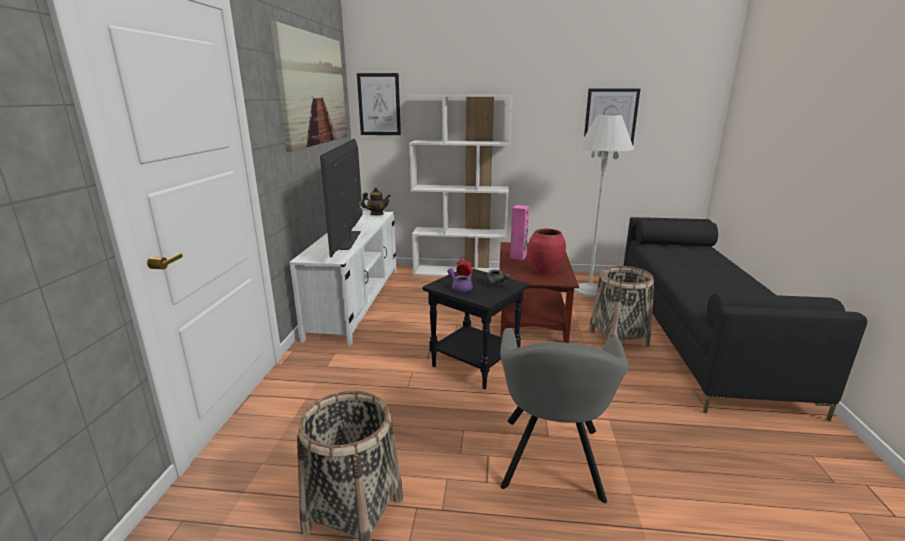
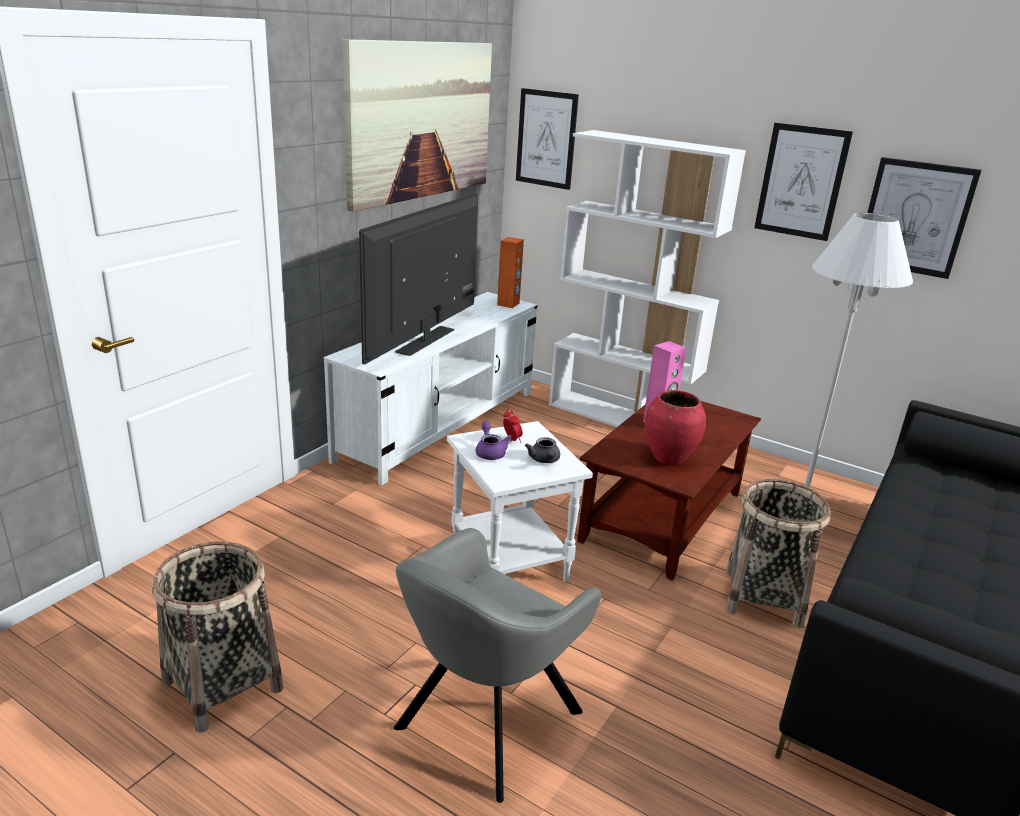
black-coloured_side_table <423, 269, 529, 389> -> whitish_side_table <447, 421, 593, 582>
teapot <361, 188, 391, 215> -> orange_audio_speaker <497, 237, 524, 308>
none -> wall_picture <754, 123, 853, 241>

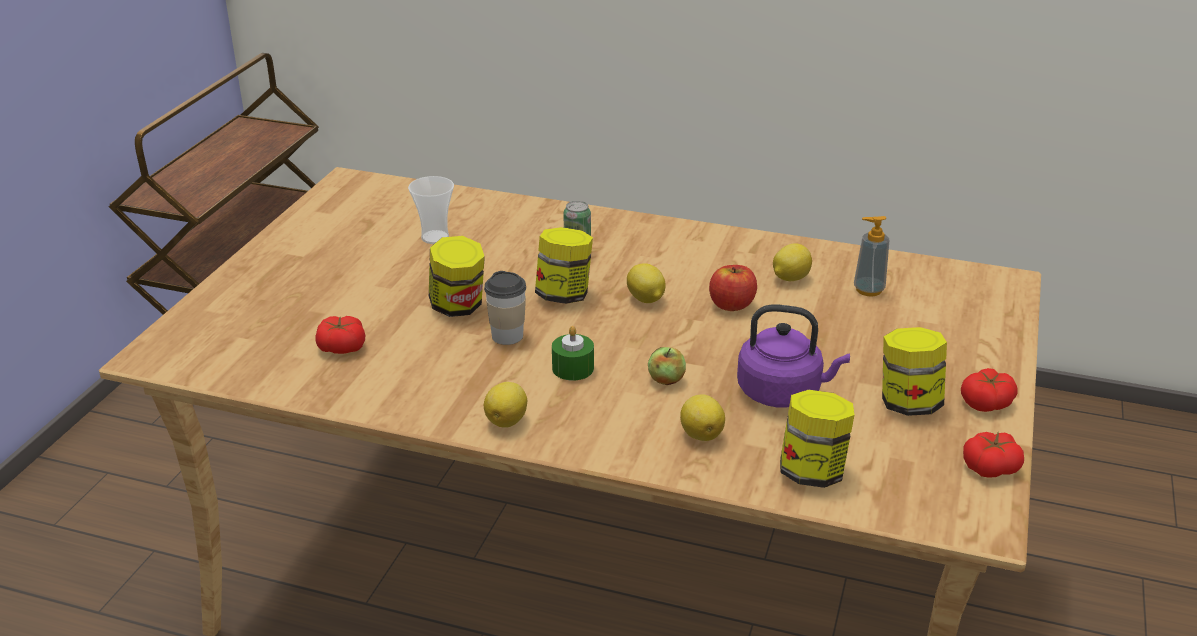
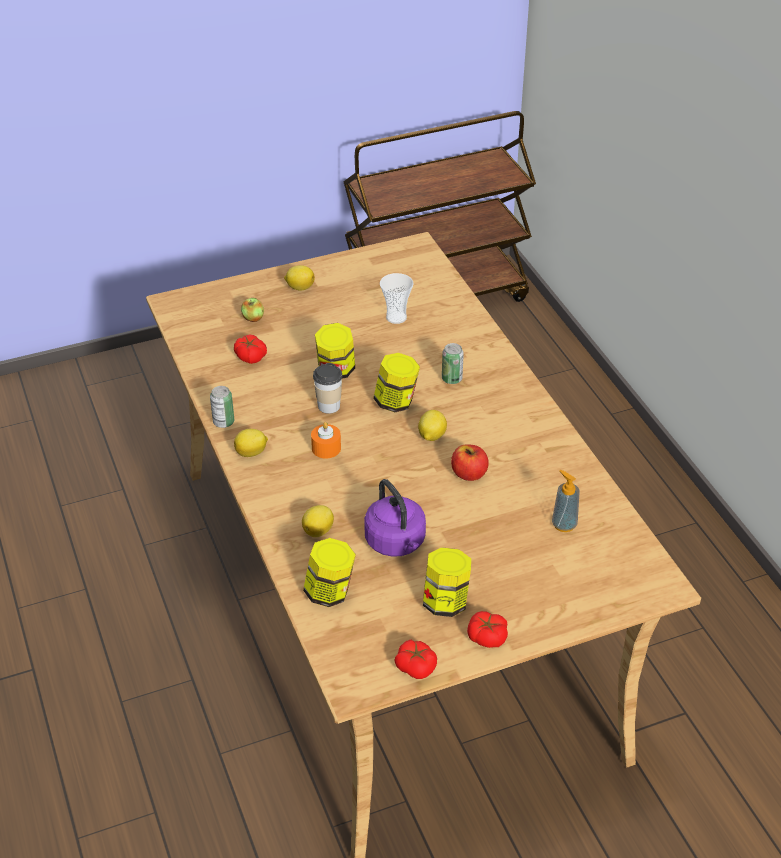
none -> metal_can <210, 386, 234, 428>
apple_fruit <648, 347, 686, 385> -> apple_fruit <241, 298, 264, 322>, shifted
whole_lemon <773, 243, 812, 281> -> whole_lemon <284, 265, 315, 291>, shifted
green_wax_candle <552, 326, 594, 381> -> orange_wax_candle <311, 422, 341, 459>

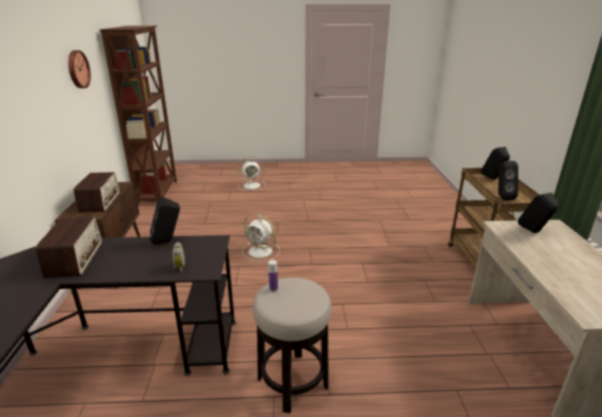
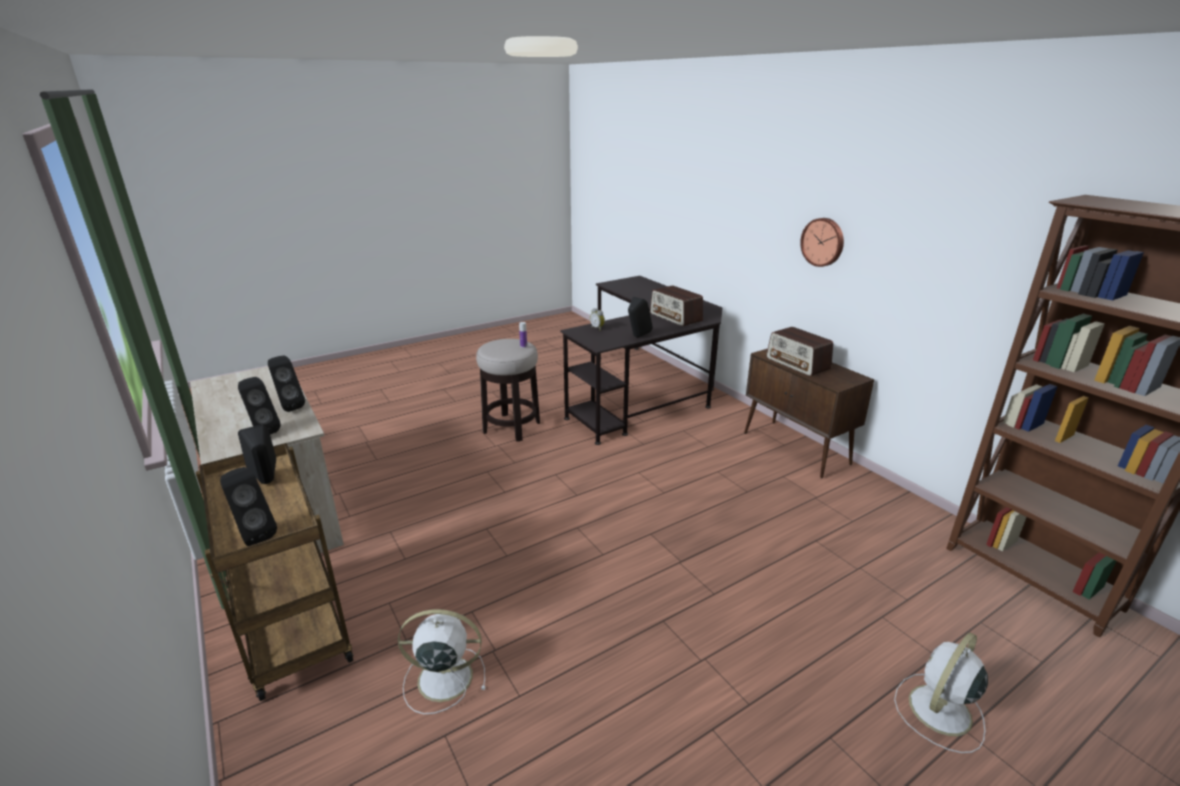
none -> black-coloured_audio_speaker <268, 355, 305, 412>
whitish_electric_fan <242, 214, 280, 262> -> whitish_electric_fan <398, 609, 485, 714>, shifted
clock_on_the_wall <68, 50, 91, 88> -> clock_on_the_wall <800, 218, 844, 267>, shifted

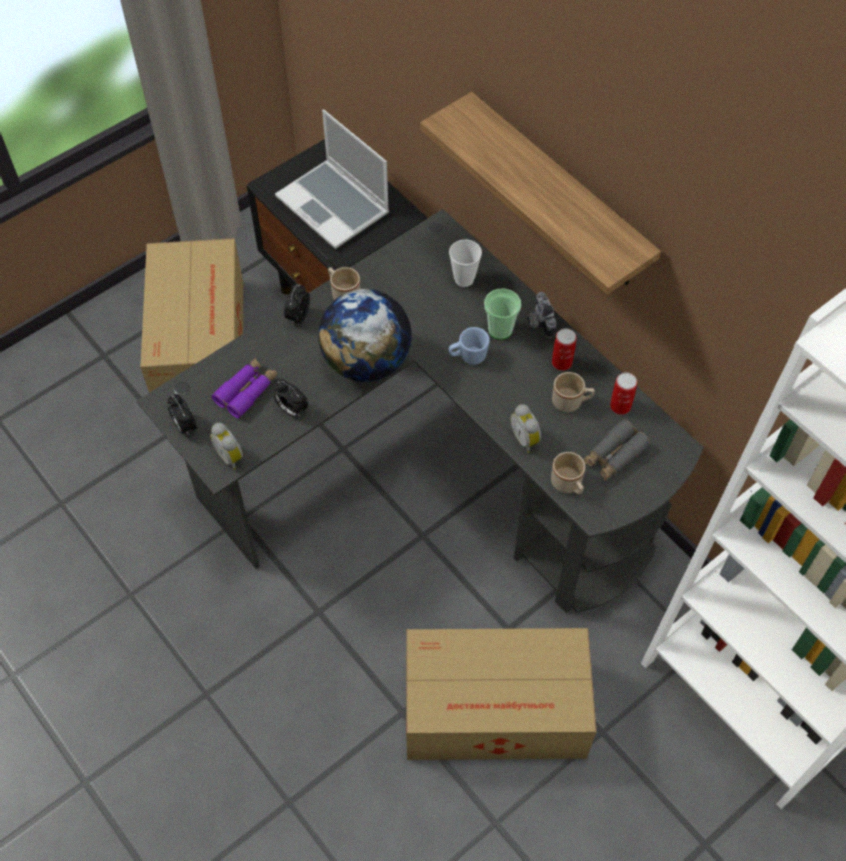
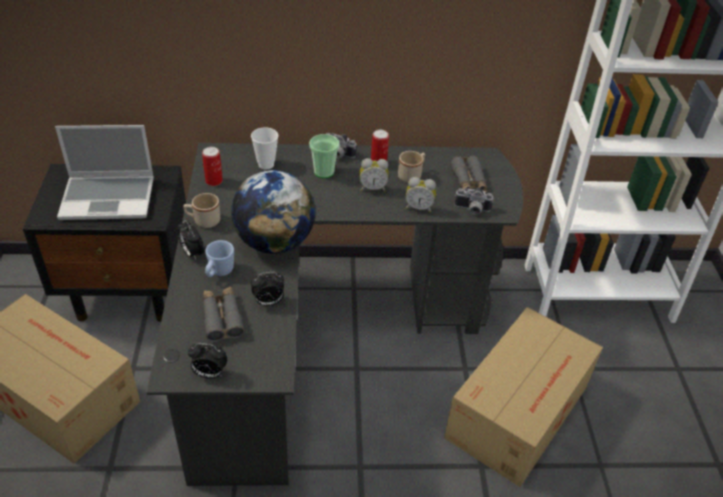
metal_can <610, 373, 637, 415> -> metal_can <202, 147, 223, 186>, shifted
purple_pair_of_binoculars <212, 358, 278, 418> -> gray_pair_of_binoculars <203, 286, 245, 342>
blue-coloured_tea_mug <449, 327, 490, 365> -> blue-coloured_tea_mug <205, 240, 234, 277>, shifted
bedside_clock <210, 423, 243, 470> -> bedside_clock <359, 158, 389, 192>, shifted
beige-coloured_tea_mug <551, 452, 585, 494> -> photo_camera <454, 188, 494, 215>
wall_shelf <420, 92, 661, 295> -> none

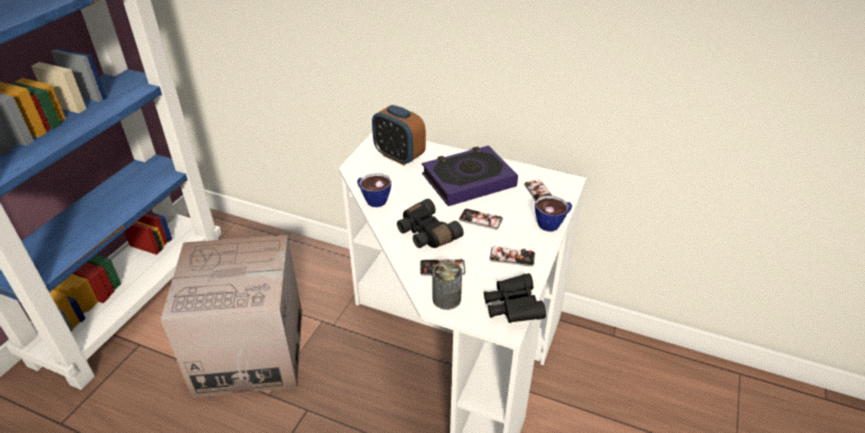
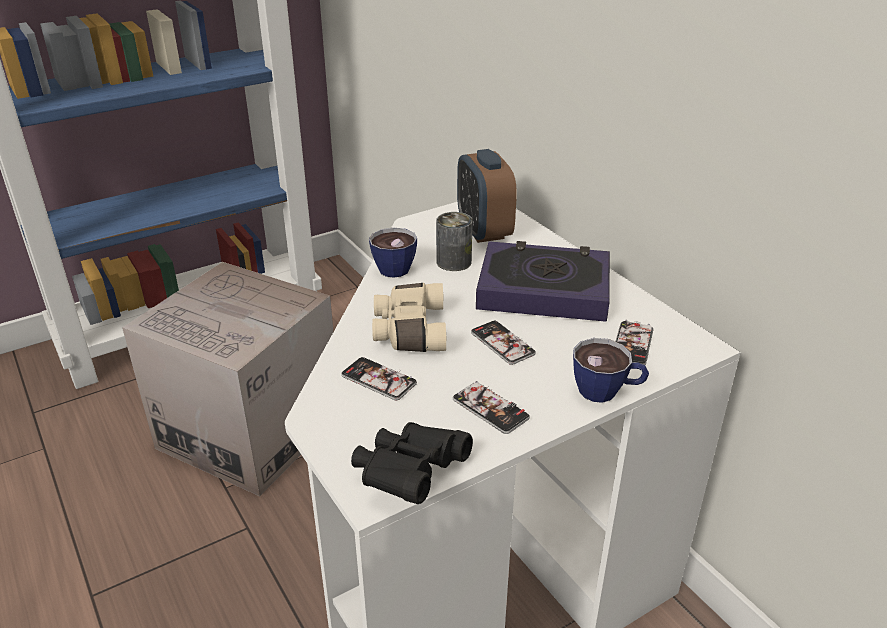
black-coloured_pair_of_binoculars <397, 199, 464, 248> -> beige-coloured_pair_of_binoculars <372, 283, 447, 352>
metal_can <433, 262, 462, 310> -> metal_can <436, 212, 473, 271>, shifted

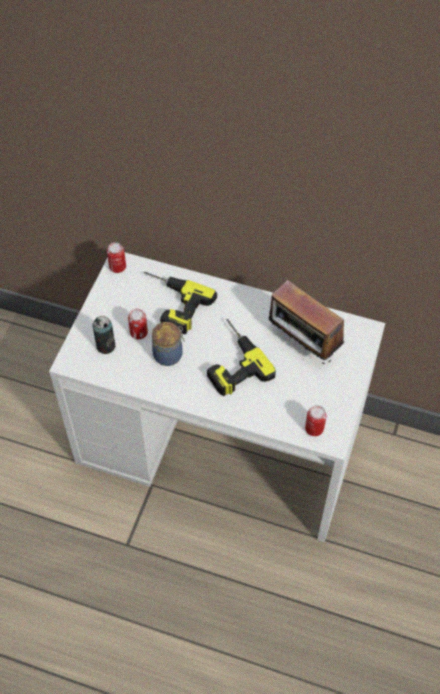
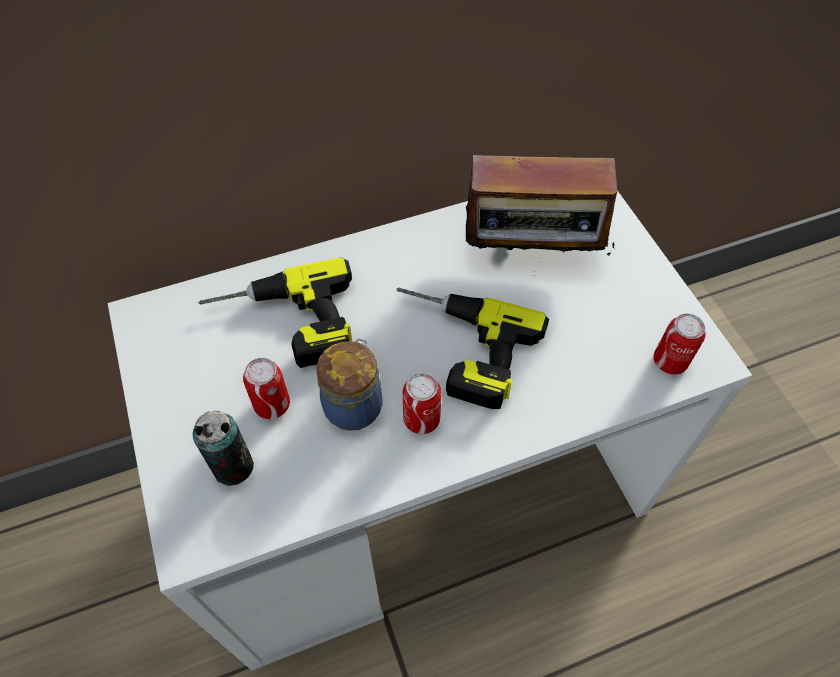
metal_can <107, 242, 126, 273> -> metal_can <403, 373, 441, 434>, shifted

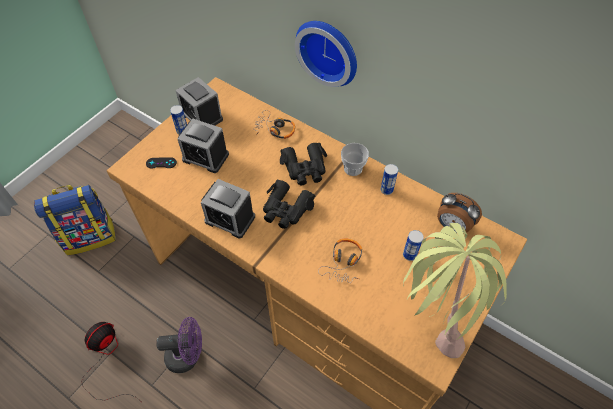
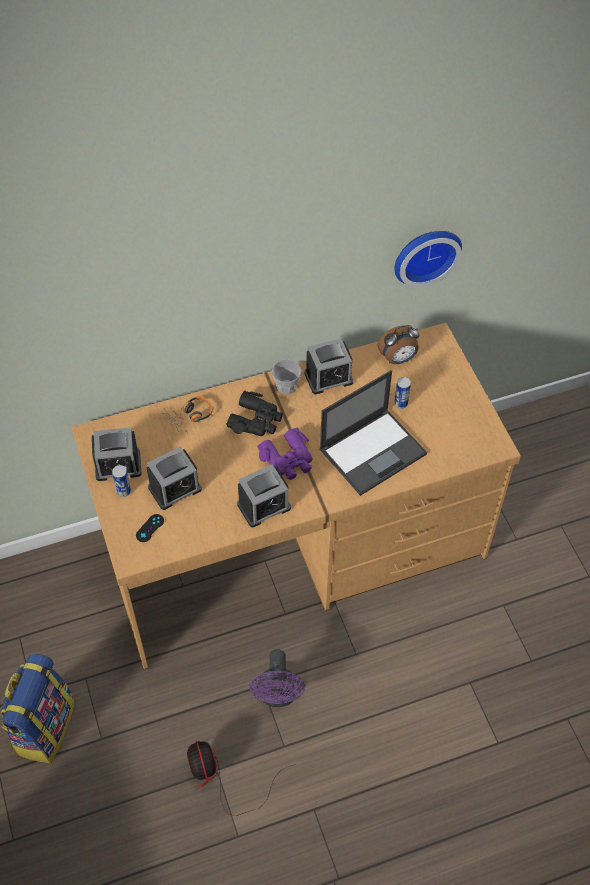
purple_electric_fan <156, 317, 202, 373> -> purple_electric_fan <250, 649, 305, 707>, 150 degrees clockwise
black-coloured_pair_of_binoculars <263, 180, 315, 229> -> purple_pair_of_binoculars <257, 428, 313, 480>
metal_can <381, 164, 398, 195> -> bedside_clock <304, 338, 353, 394>
pair_of_headphones <318, 239, 362, 283> -> portable_computer <320, 370, 427, 496>
clock_on_the_wall <295, 21, 357, 87> -> clock_on_the_wall <394, 231, 462, 287>, shifted
potted_plant <403, 223, 507, 358> -> none

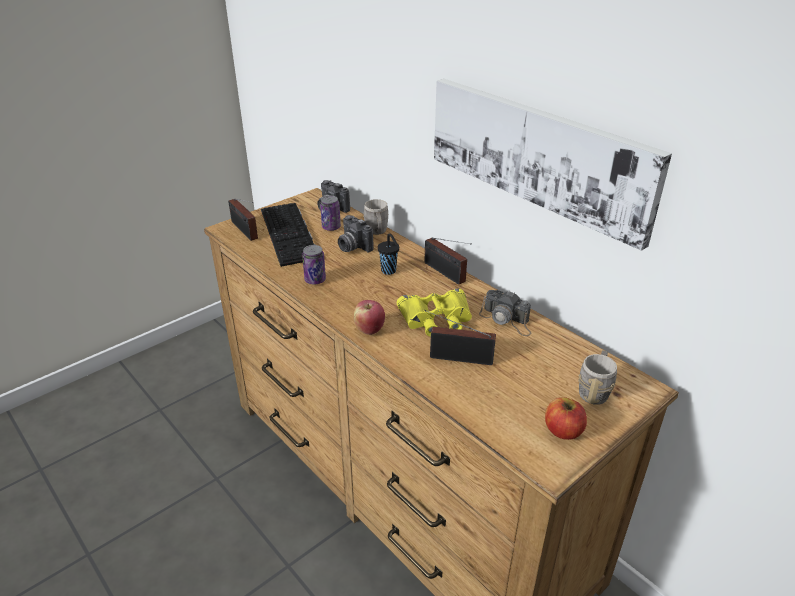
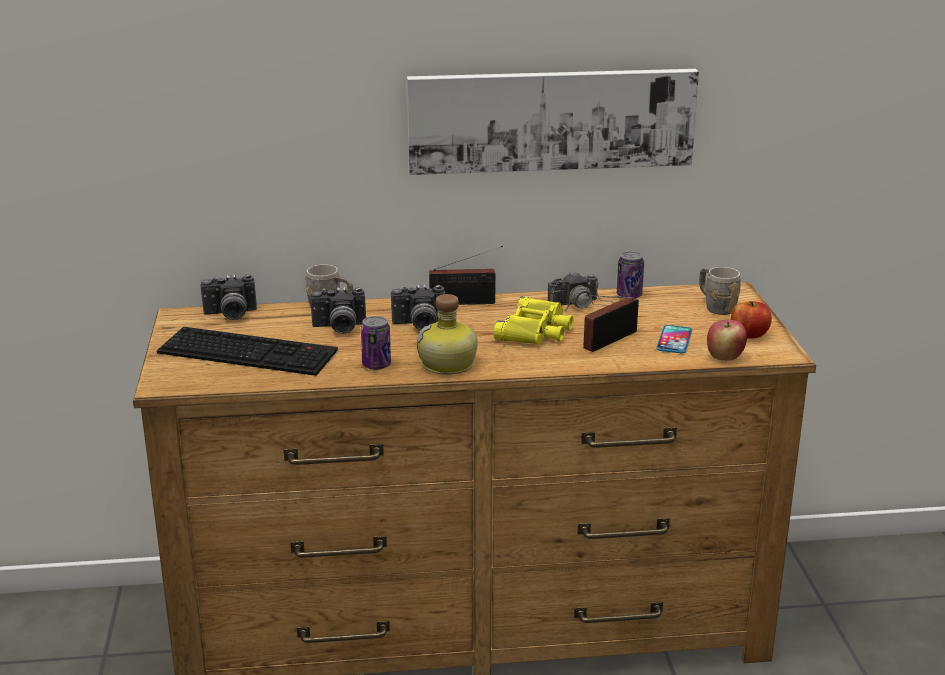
black-coloured_drinking_cup <378, 233, 399, 275> -> photo_camera <391, 284, 445, 331>
none -> beverage_bottle <417, 294, 478, 375>
metal_can <320, 195, 341, 231> -> metal_can <617, 251, 644, 299>, shifted
none -> phone <656, 325, 692, 353>
apple_fruit <353, 300, 385, 335> -> apple_fruit <707, 320, 747, 361>, shifted
radio_receiver <228, 199, 258, 241> -> none

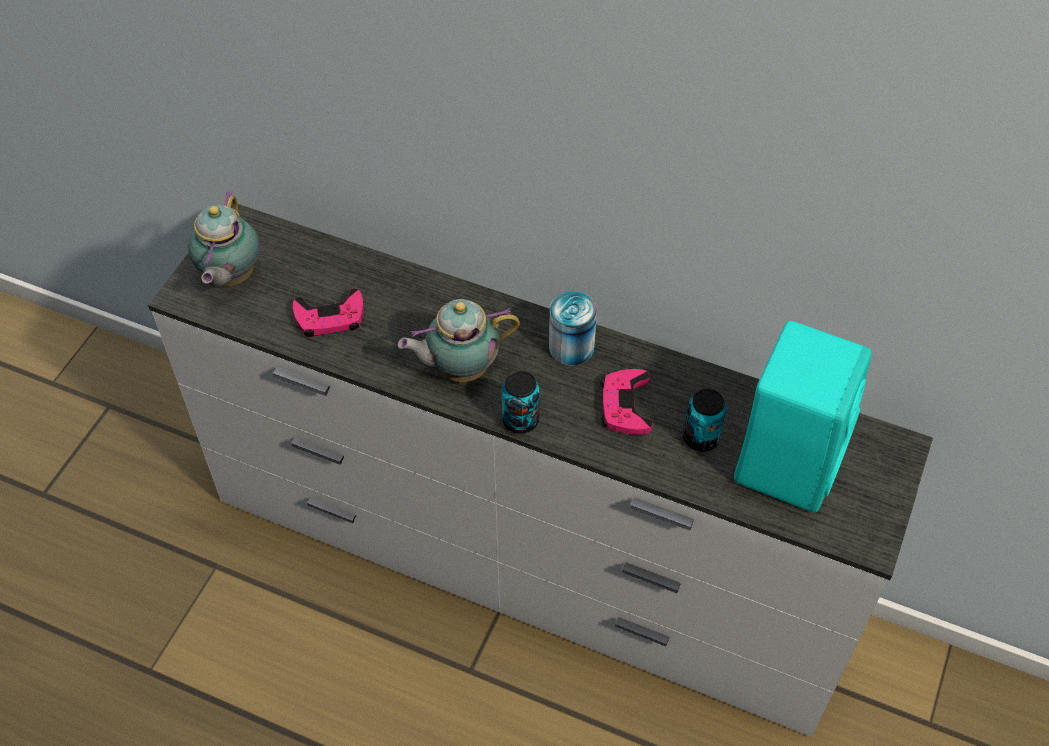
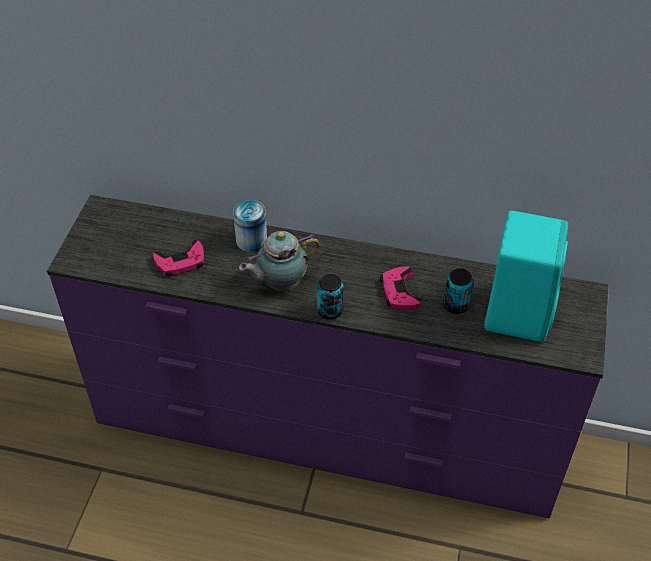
whitish_drawer_chest <148, 202, 933, 737> -> purple_drawer_chest <47, 195, 609, 519>
metal_can <549, 291, 597, 366> -> metal_can <233, 200, 267, 252>, shifted
teapot <188, 191, 260, 287> -> none

